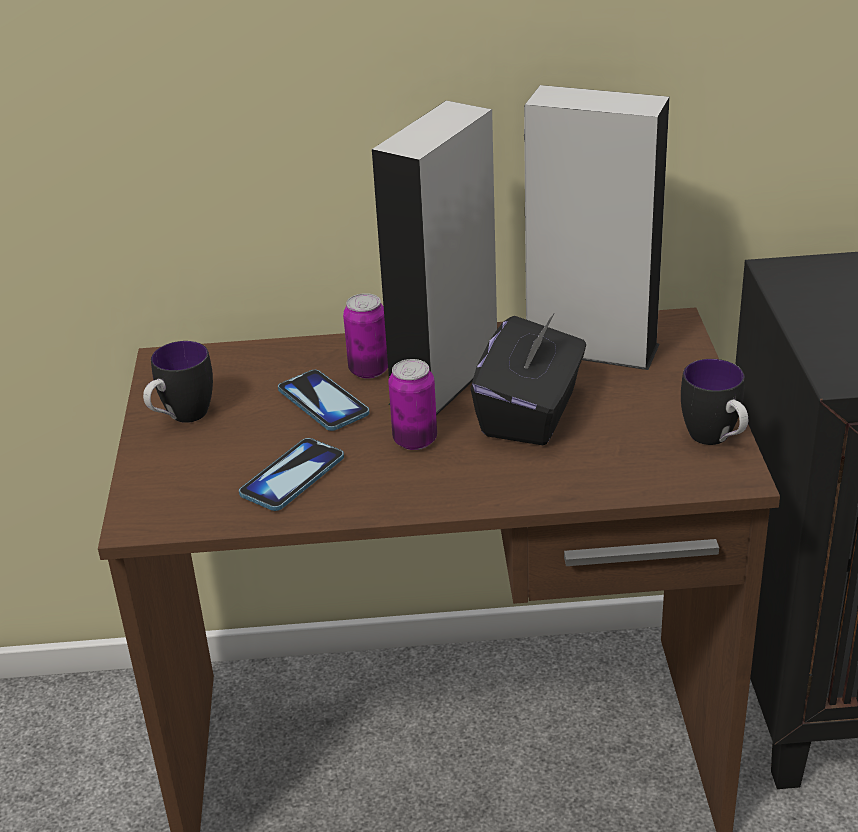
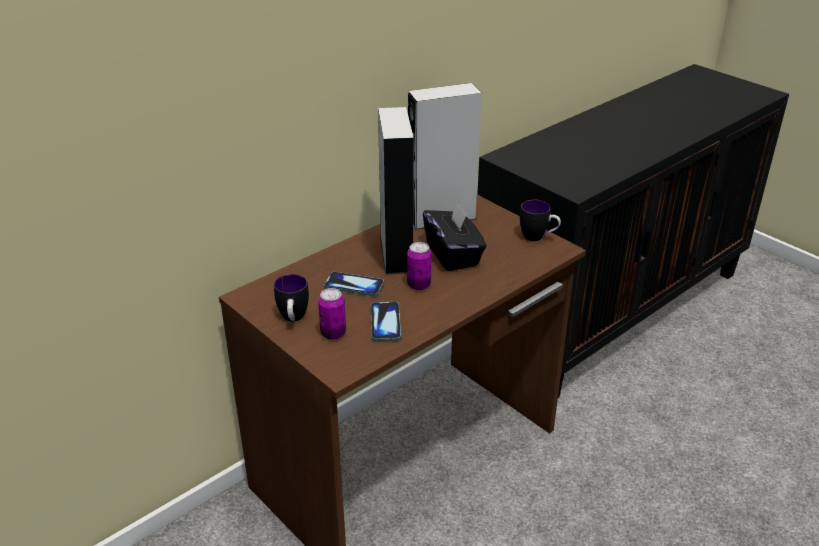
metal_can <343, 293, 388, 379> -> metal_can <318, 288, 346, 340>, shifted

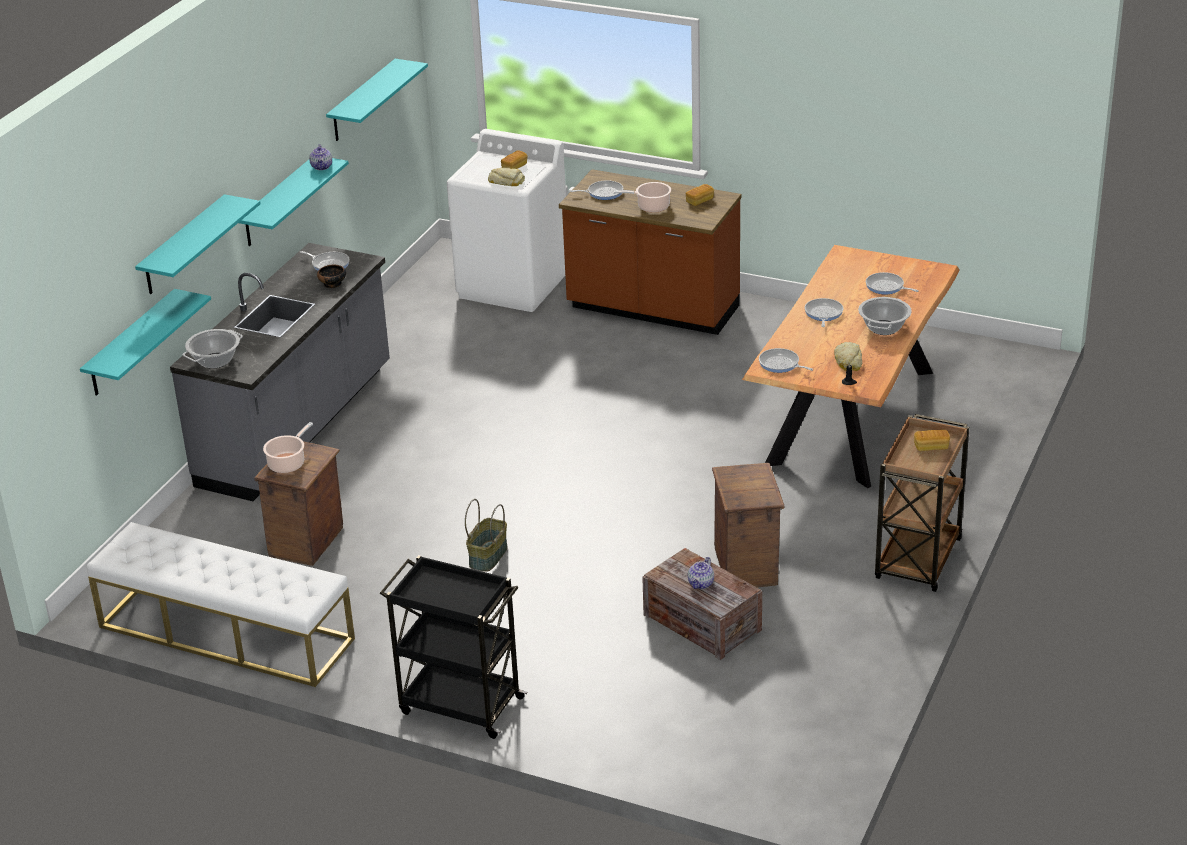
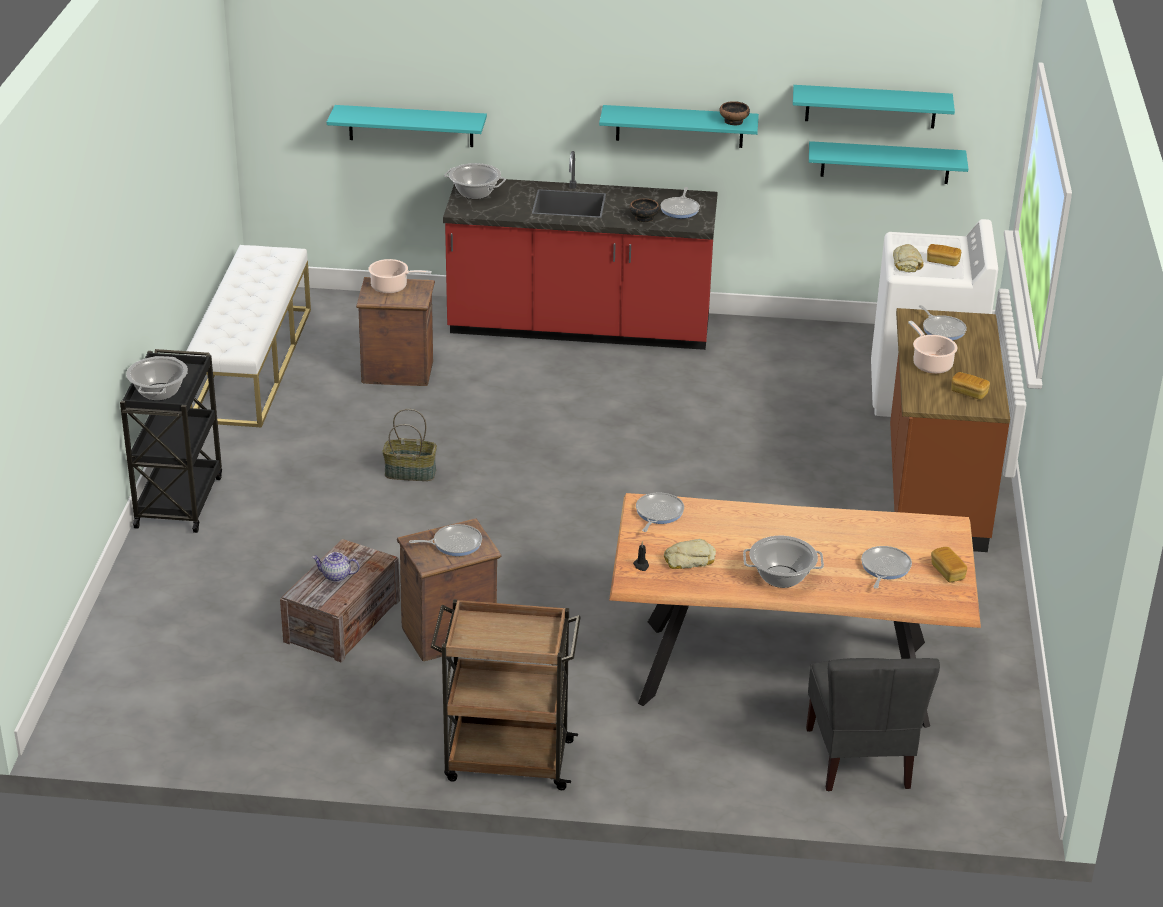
none -> cooking_pot <126, 356, 188, 401>
skillet <805, 298, 843, 327> -> skillet <409, 524, 482, 556>, shifted
gray_kitchen_counter <170, 243, 390, 501> -> reddish_kitchen_counter <443, 151, 718, 350>
teapot <309, 144, 332, 170> -> bowl <719, 101, 750, 126>
none -> gray_chair <806, 658, 940, 791>
blue-green_wall_shelf <135, 194, 261, 294> -> blue-green_wall_shelf <809, 141, 968, 184>, shifted
bread <914, 430, 950, 451> -> bread <931, 547, 967, 583>, shifted

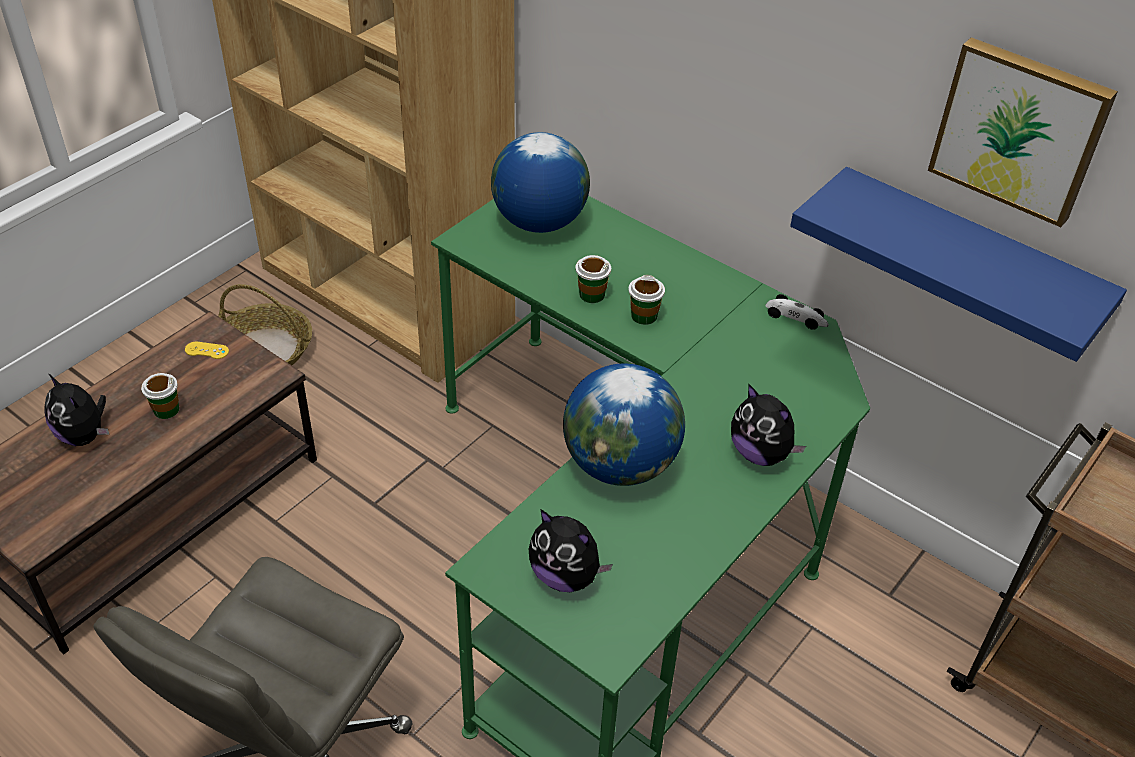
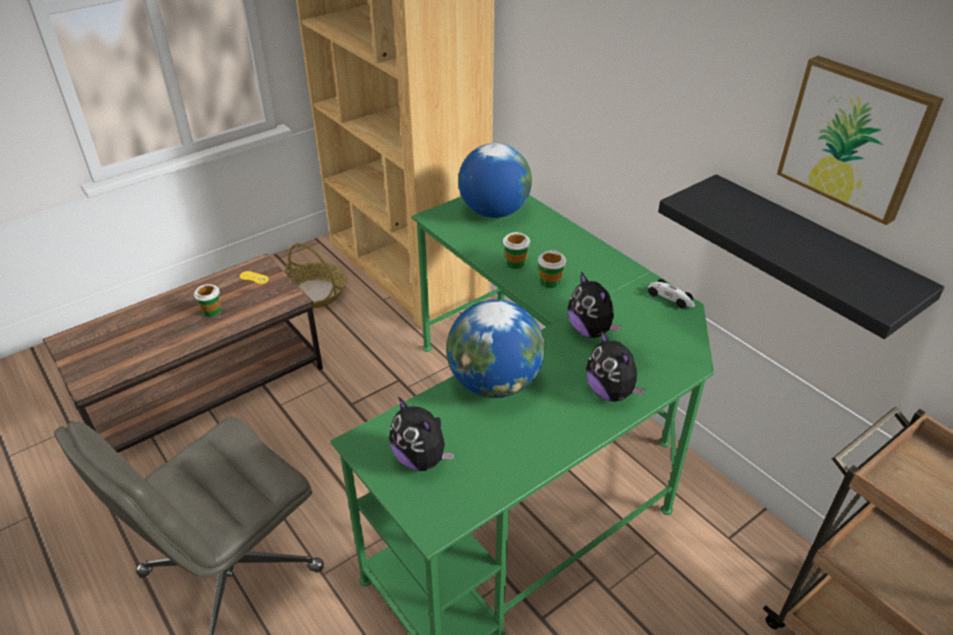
cuddly_toy <44, 374, 109, 446> -> cuddly_toy <568, 272, 621, 338>, shifted
blue-coloured_wall_shelf <790, 167, 1127, 362> -> black-coloured_wall_shelf <658, 174, 945, 339>

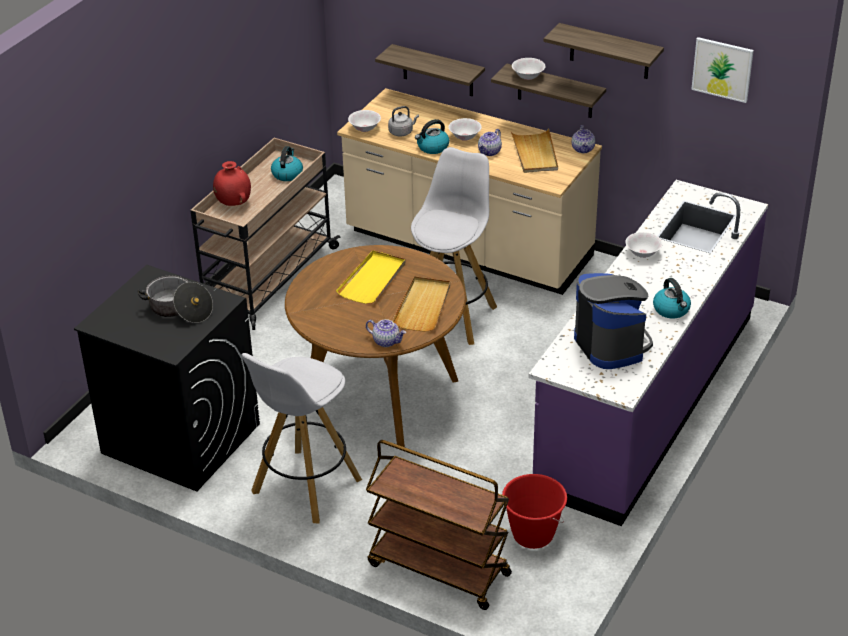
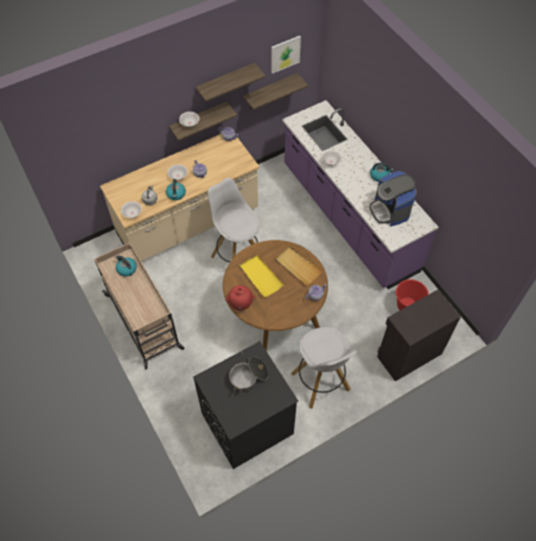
reddish_flower_vase <213, 161, 251, 206> -> reddish_flower_vase <225, 285, 255, 311>, shifted
wall_shelf <375, 44, 485, 96> -> wall_shelf <243, 73, 308, 110>, shifted
coffee_machine <574, 273, 653, 369> -> coffee_machine <369, 171, 417, 226>, 120 degrees counterclockwise
brown_trolley <366, 440, 512, 610> -> black-coloured_cabinet <377, 290, 461, 381>
beige-coloured_serving_tray <511, 128, 558, 173> -> none

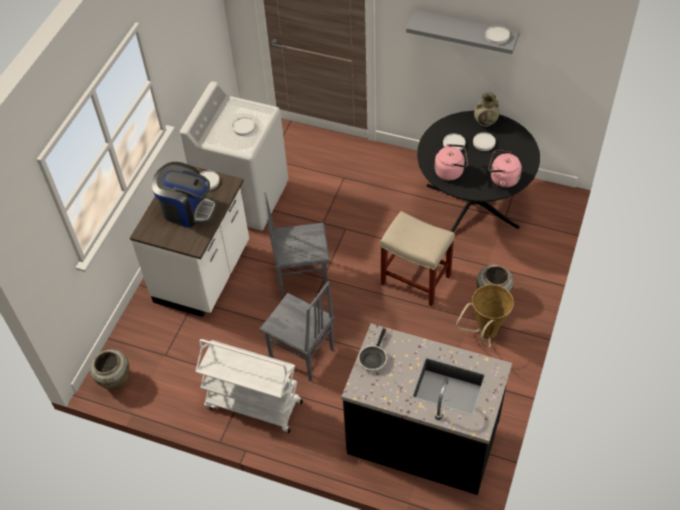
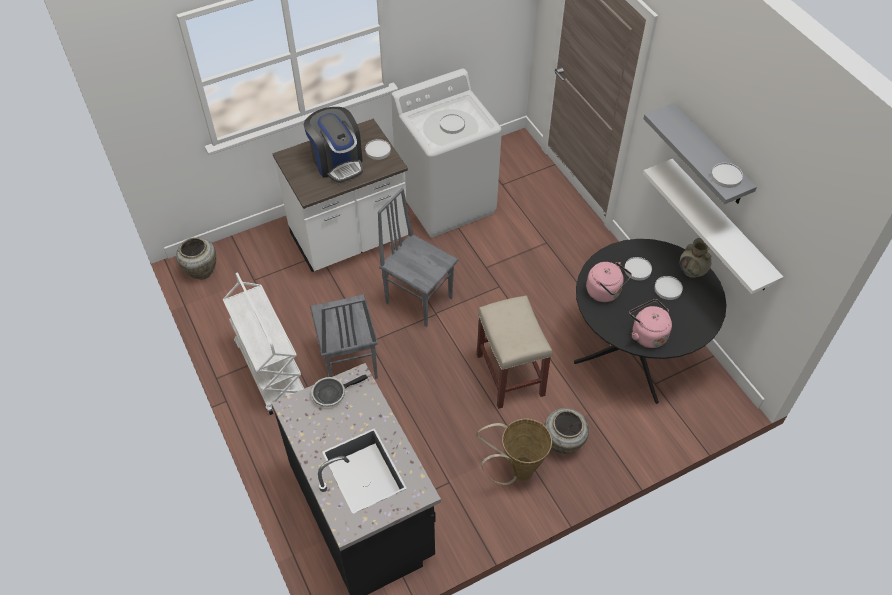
none -> whitish_wall_shelf <643, 159, 783, 294>

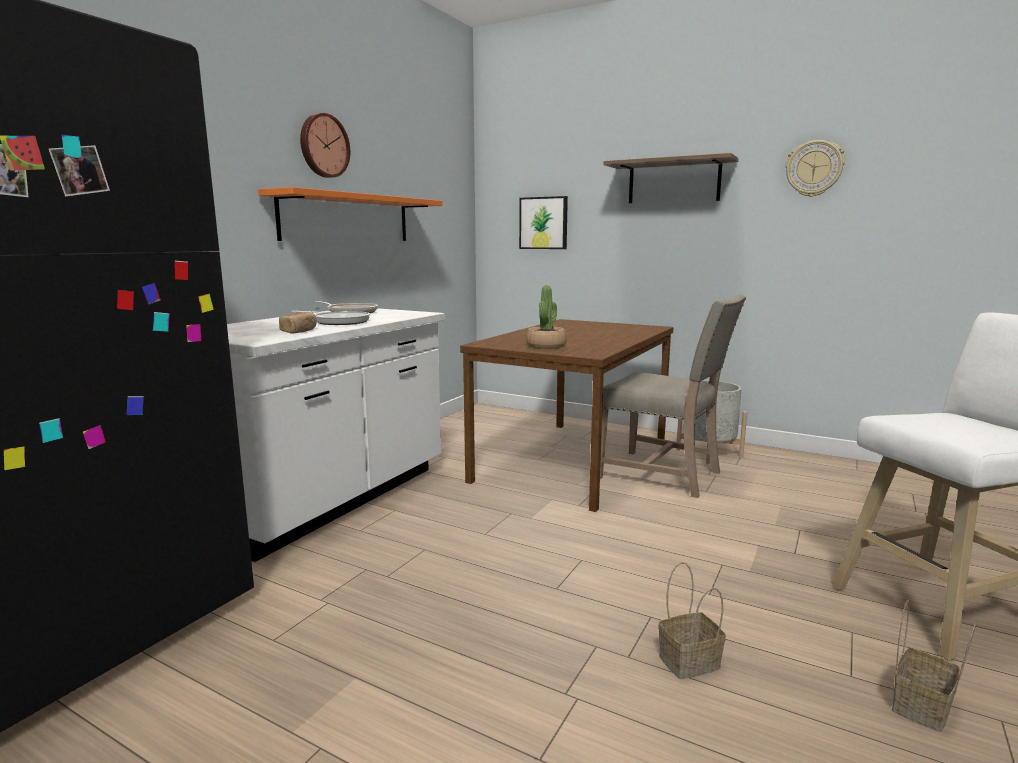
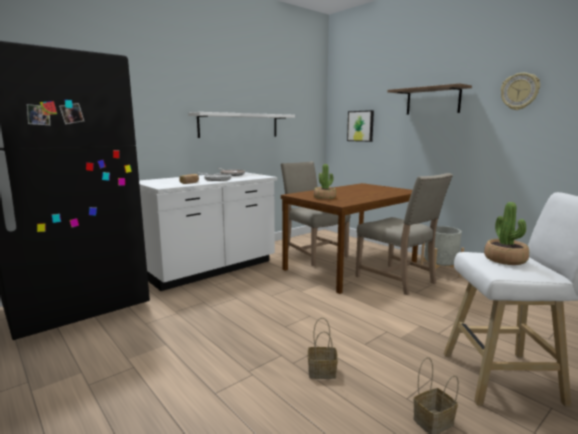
orange_wall_shelf <258, 187, 443, 241> -> whitish_wall_shelf <188, 112, 295, 138>
none -> beige-coloured_chair <281, 161, 350, 266>
none -> potted_plant <484, 202, 529, 265>
clock_on_the_wall <300, 113, 350, 178> -> none

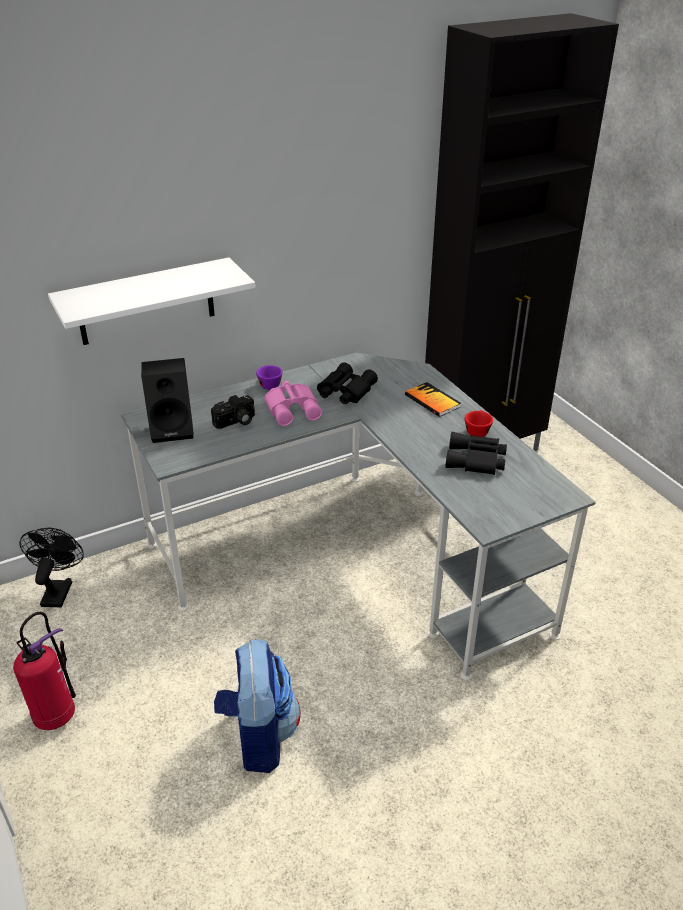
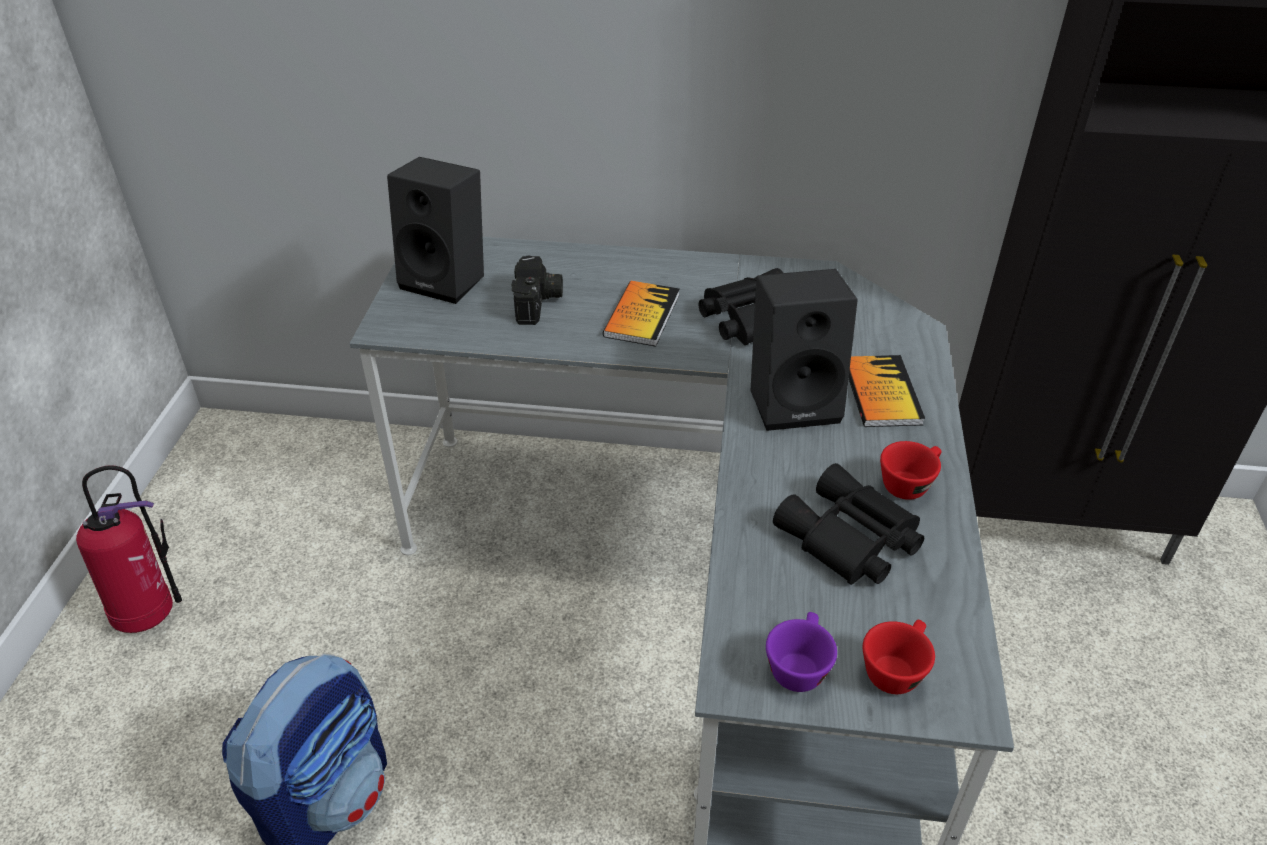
photo_camera <211, 395, 255, 429> -> photo_camera <512, 256, 563, 325>, 90 degrees counterclockwise
pink-coloured_pair_of_binoculars <264, 381, 322, 426> -> book <603, 281, 680, 347>
none -> black-coloured_audio_speaker <750, 269, 858, 431>
purple_drinking_cup <256, 365, 283, 390> -> purple_drinking_cup <766, 612, 837, 692>, shifted
none -> reddish_drinking_cup <863, 619, 935, 694>
black-coloured_electric_fan <19, 527, 84, 607> -> none
whitish_wall_shelf <48, 257, 255, 345> -> none

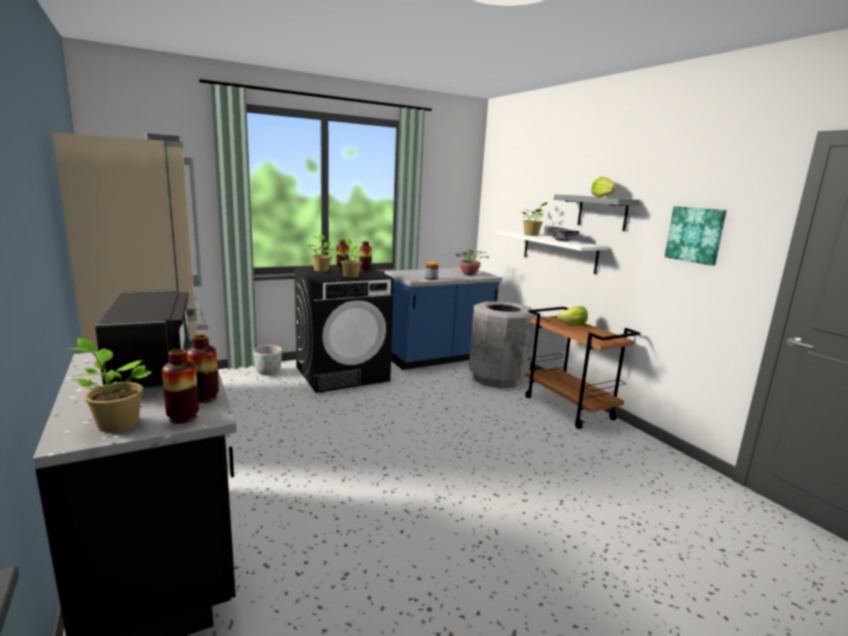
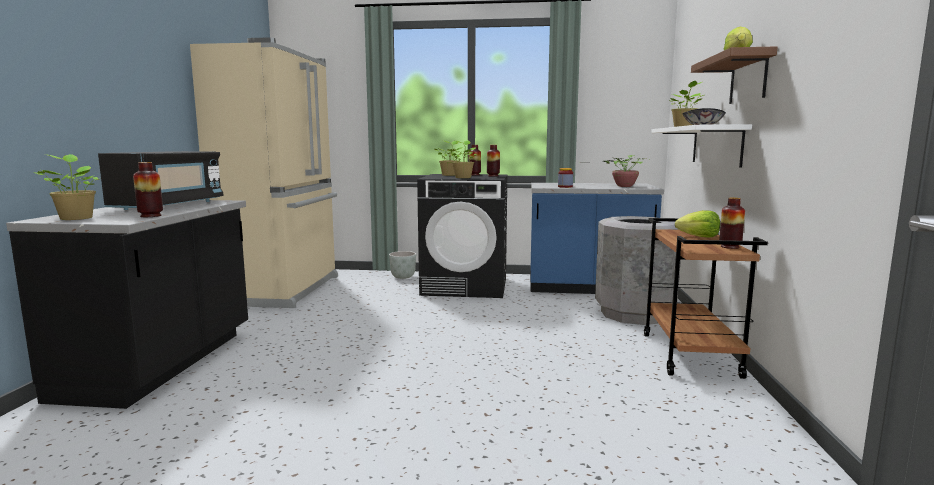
gray_wall_shelf <554, 195, 640, 231> -> brown_wall_shelf <691, 47, 777, 104>
flower_vase <162, 349, 199, 424> -> flower_vase <719, 198, 745, 249>, shifted
wall_picture <665, 206, 727, 266> -> none

